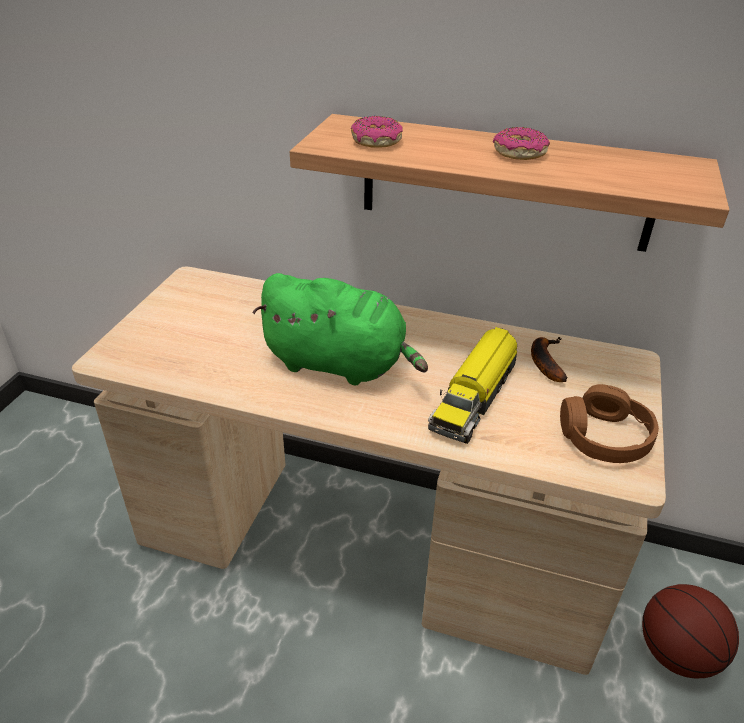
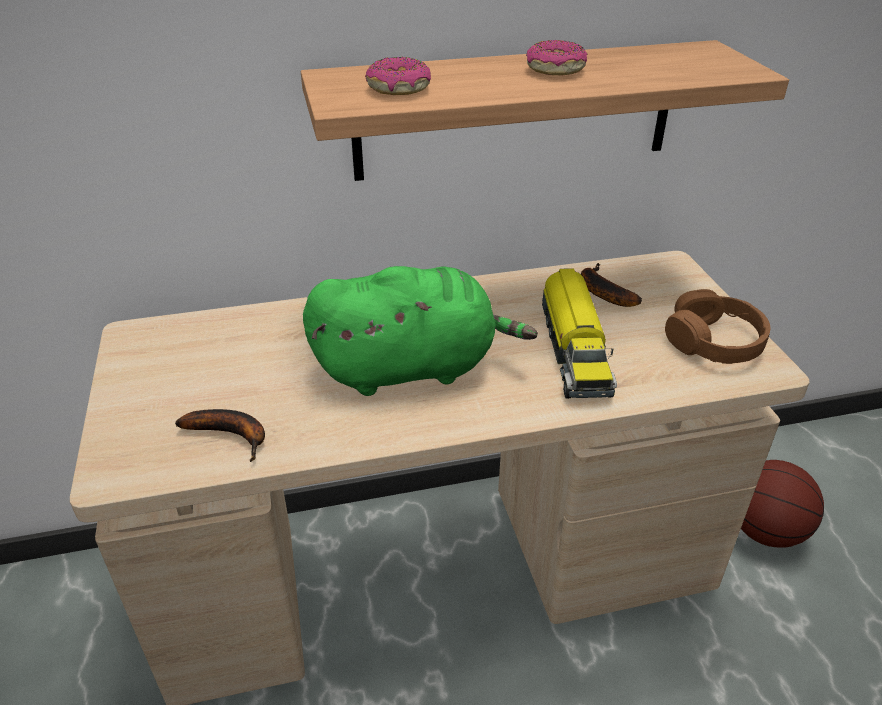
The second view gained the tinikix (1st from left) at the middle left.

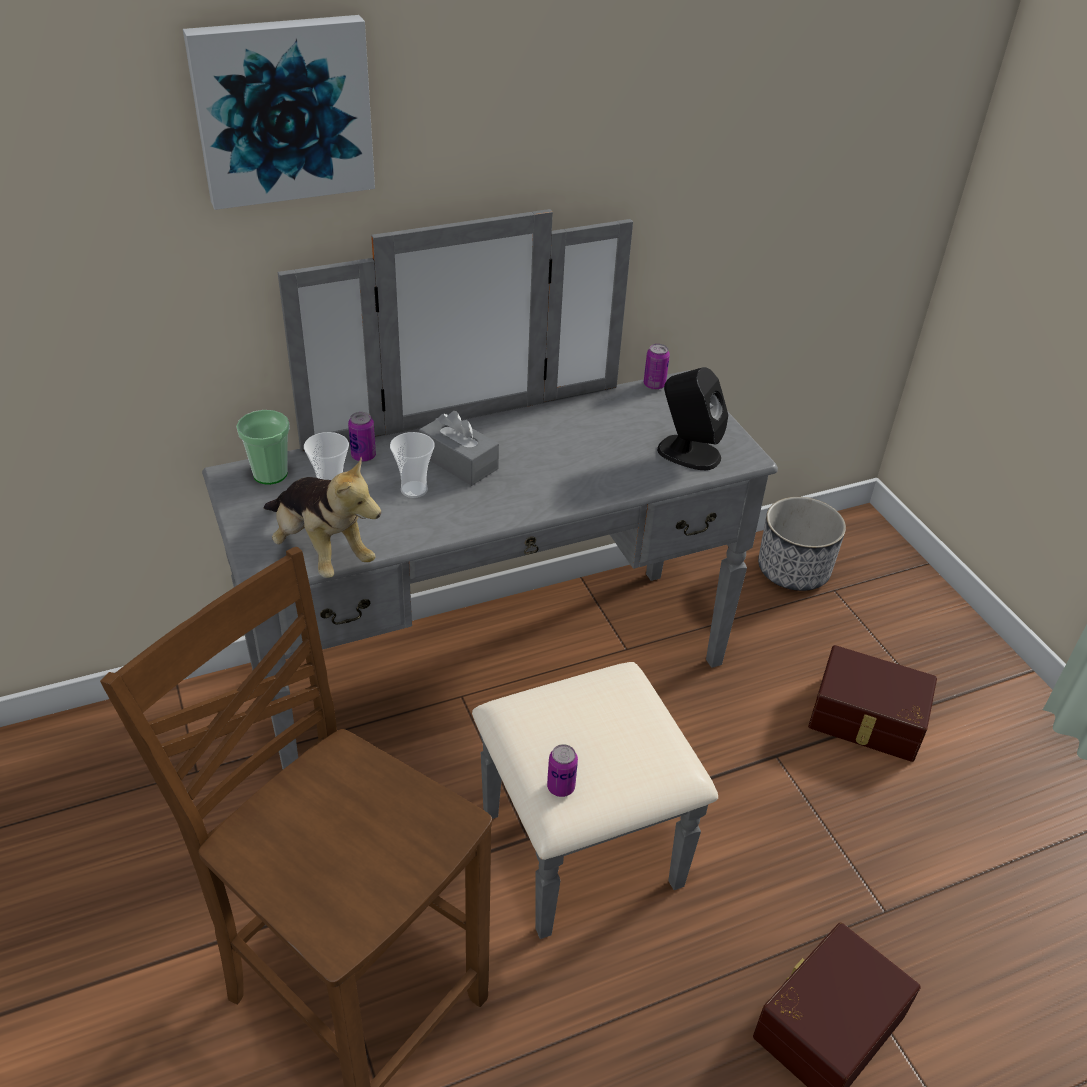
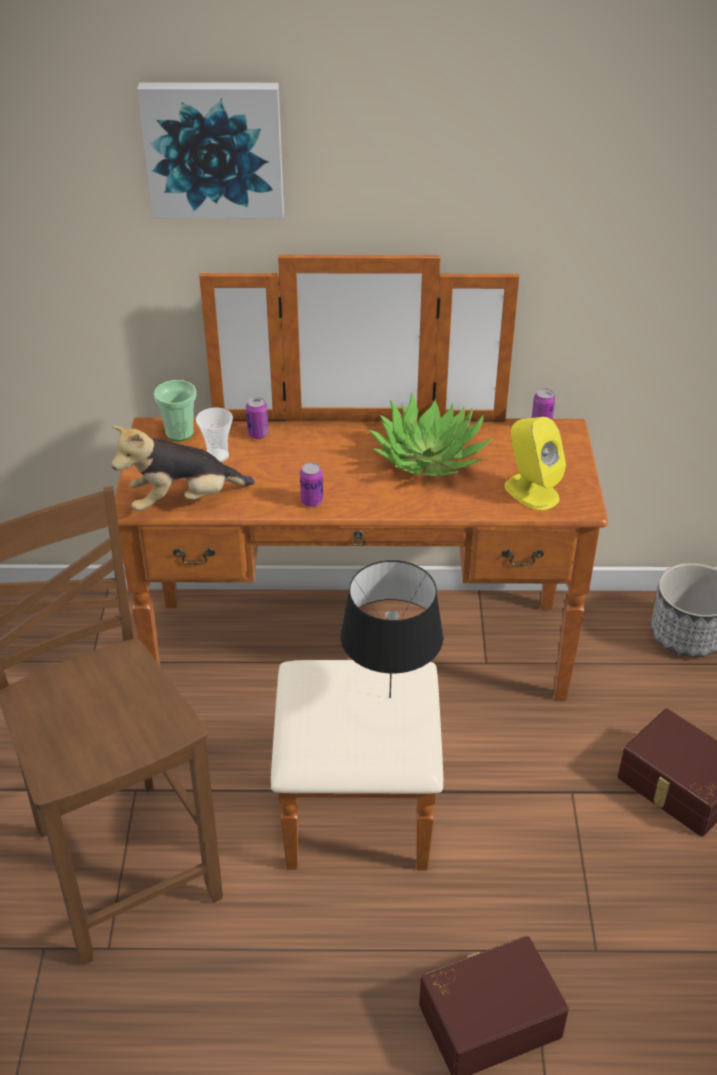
The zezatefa at the middle left ended up facing another way, 90 degrees clockwise from before. What was the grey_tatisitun at the centre turned into the brown_tatisitun at the centre. The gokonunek (2nd from left) ended up elsewhere, having gone from the bottom centre to the centre. The second view gained the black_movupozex at the centre. The second view gained the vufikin at the centre. What was the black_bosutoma at the centre turned into the yellow_bosutoma at the middle right. The second view lost the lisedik (3rd from left) at the centre. The second view lost the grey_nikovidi at the centre.

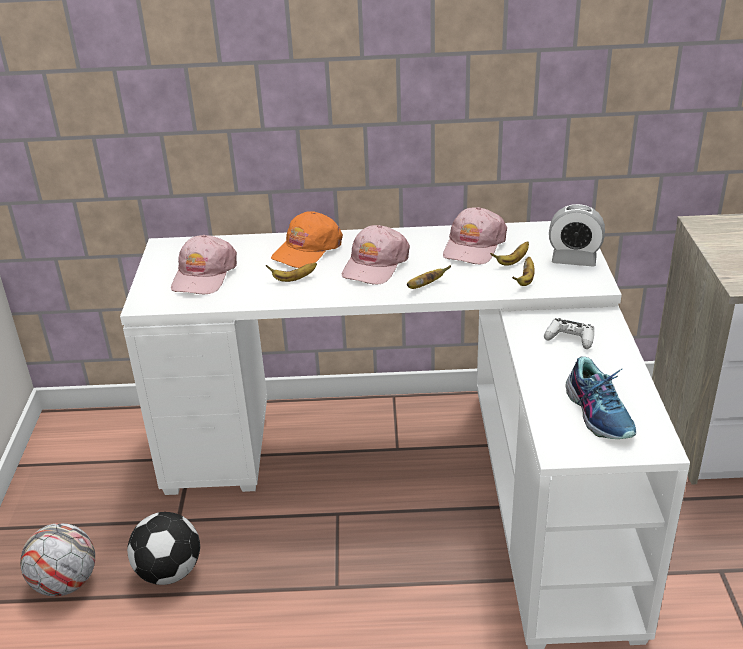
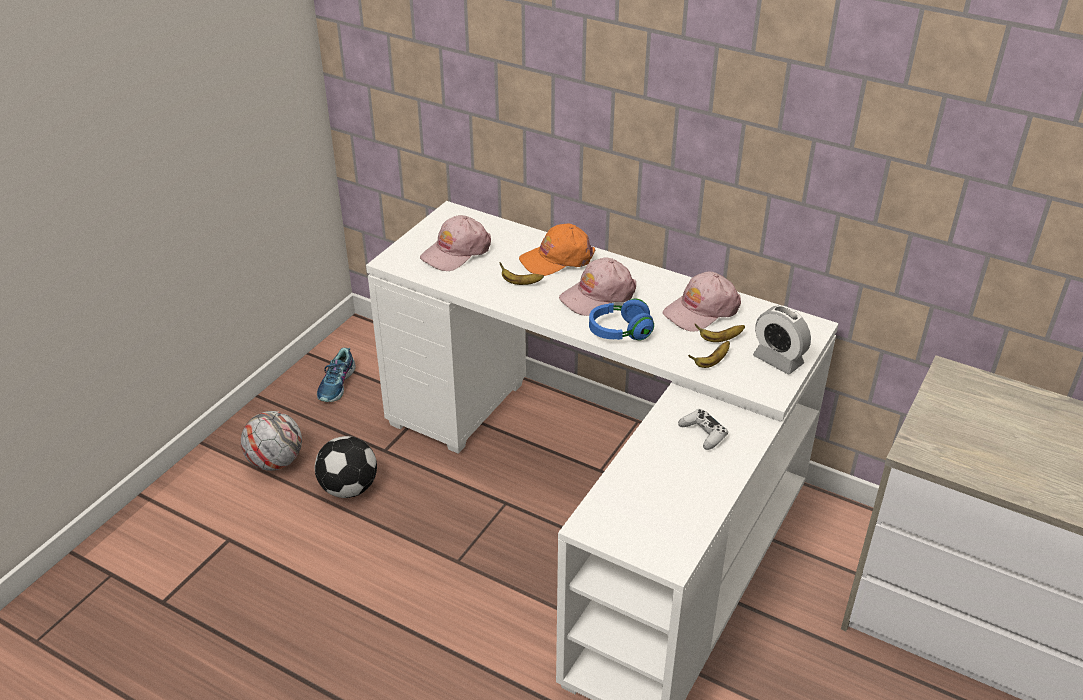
The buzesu ended up elsewhere, having gone from the middle right to the middle left. Where the tinikix (2nd from left) stood at the centre, the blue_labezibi came to stand at the centre.

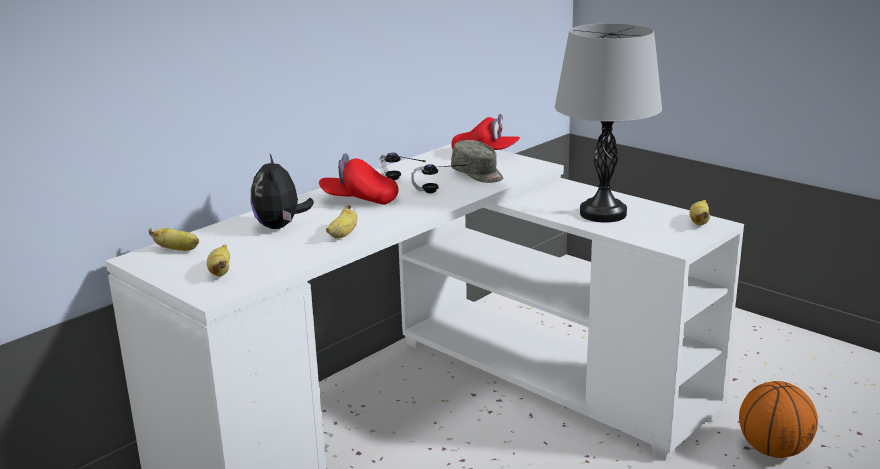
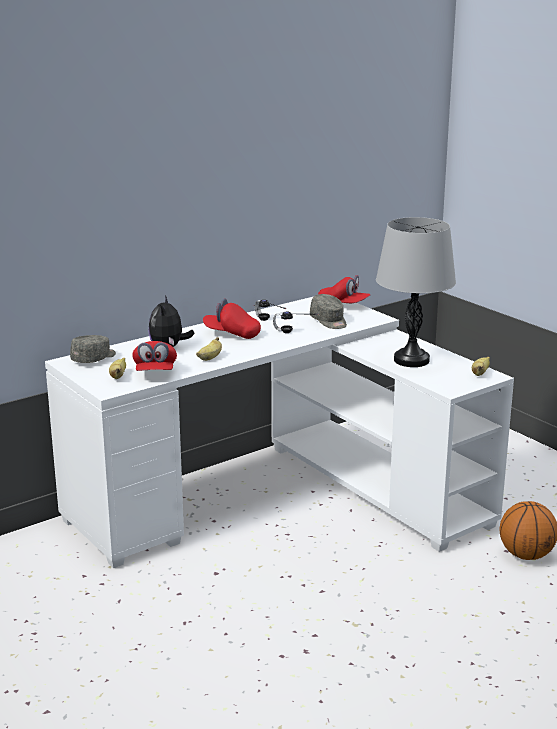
Where the tinikix (1st from left) stood at the middle left, the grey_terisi (1st from left) came to stand at the middle left. The second view gained the red_terisi (1st from left) at the middle left.

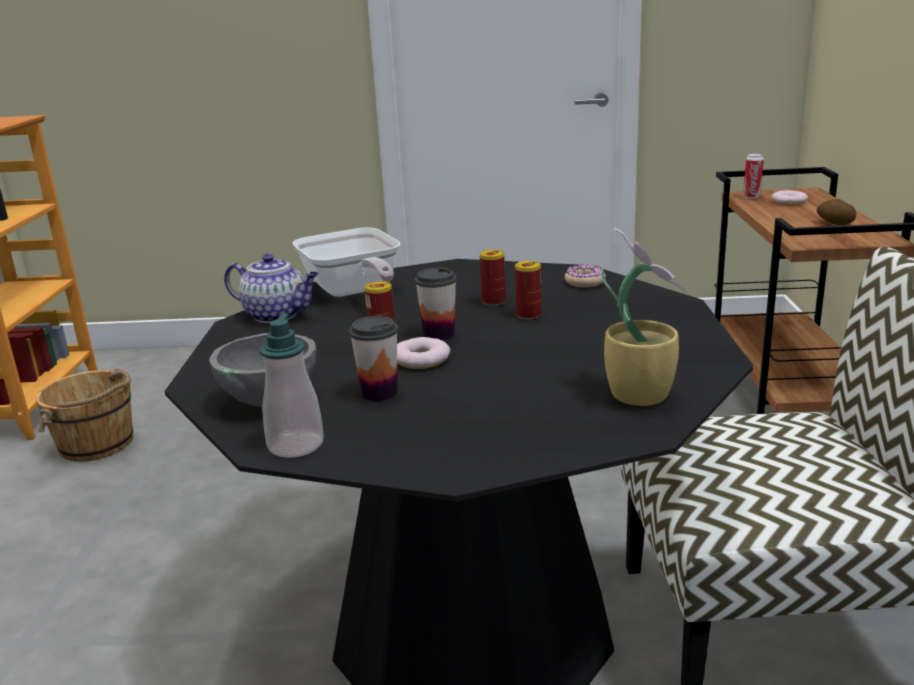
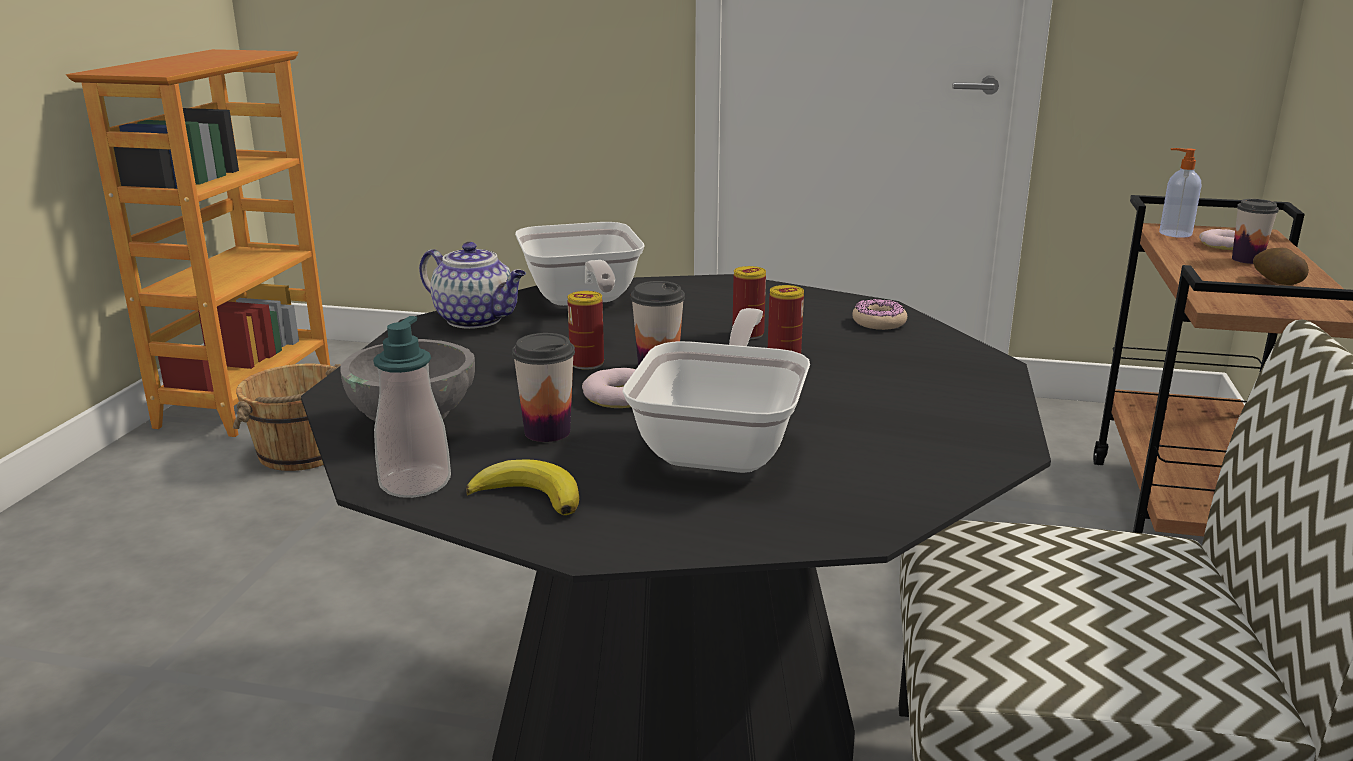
The second view gained the tinikix at the centre. The second view gained the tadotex (2nd from left) at the centre. Where the gokonunek (4th from left) stood at the top right, the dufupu (2nd from left) came to stand at the top right. The second view gained the lisedik (3rd from left) at the top right. The second view lost the vufikin at the middle right.

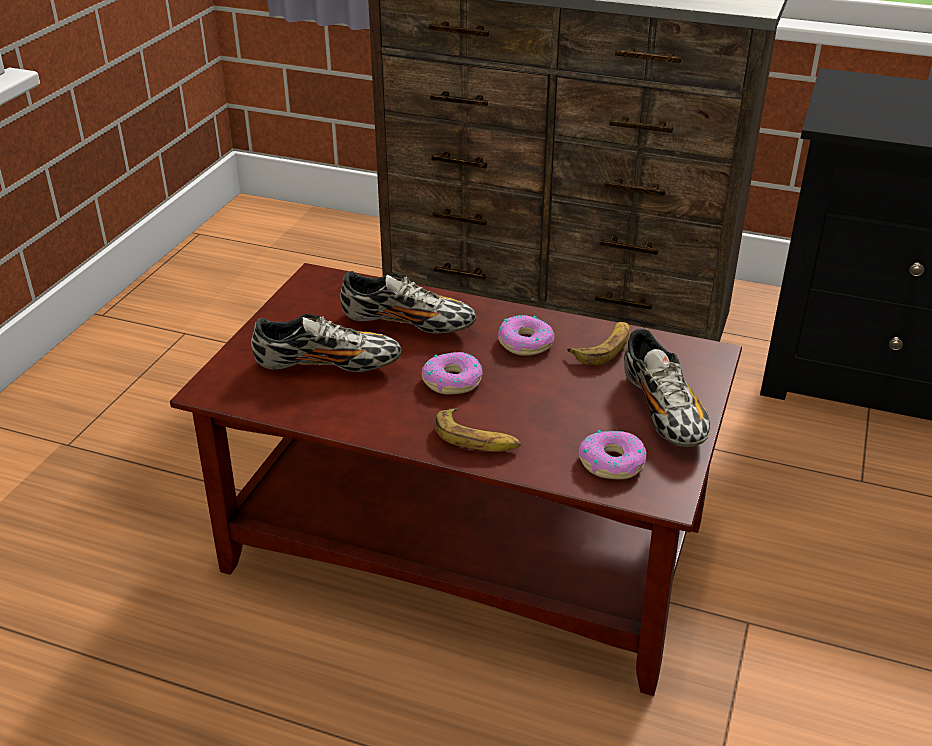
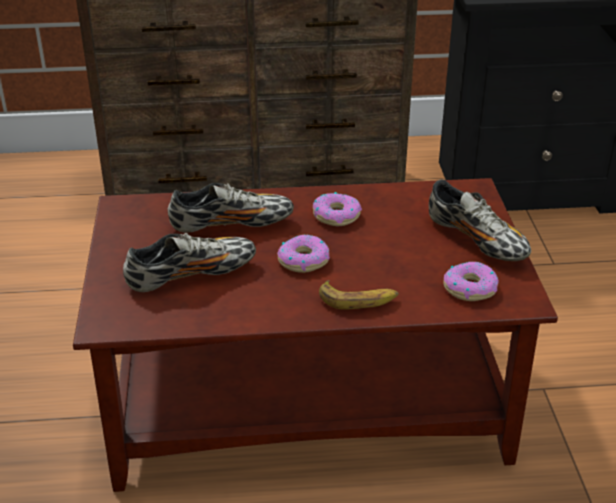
The second view lost the tinikix (2nd from left) at the centre.

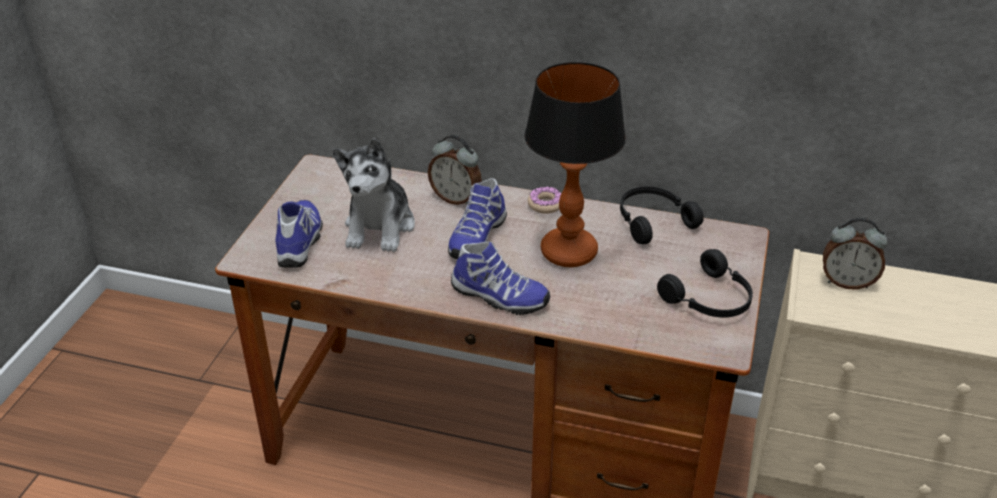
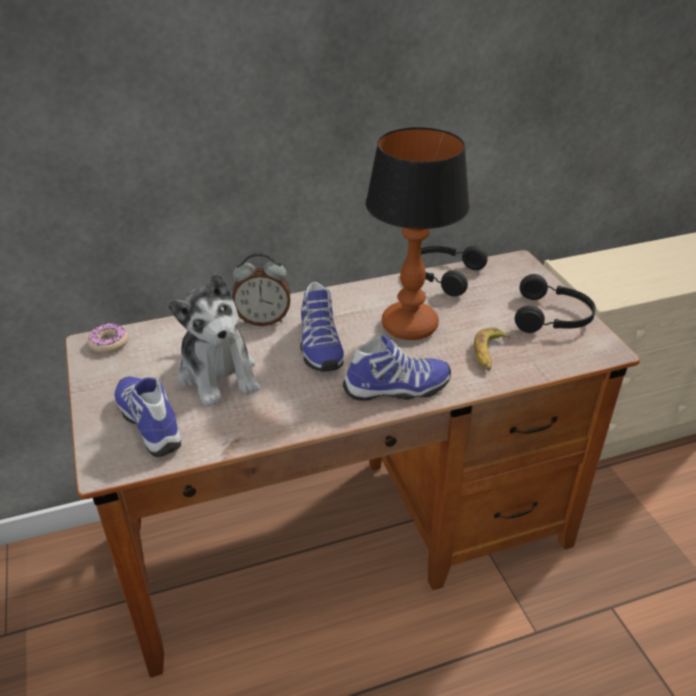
The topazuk ended up elsewhere, having gone from the centre to the middle left. The second view gained the tinikix at the middle right. The second view lost the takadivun (2nd from left) at the middle right.

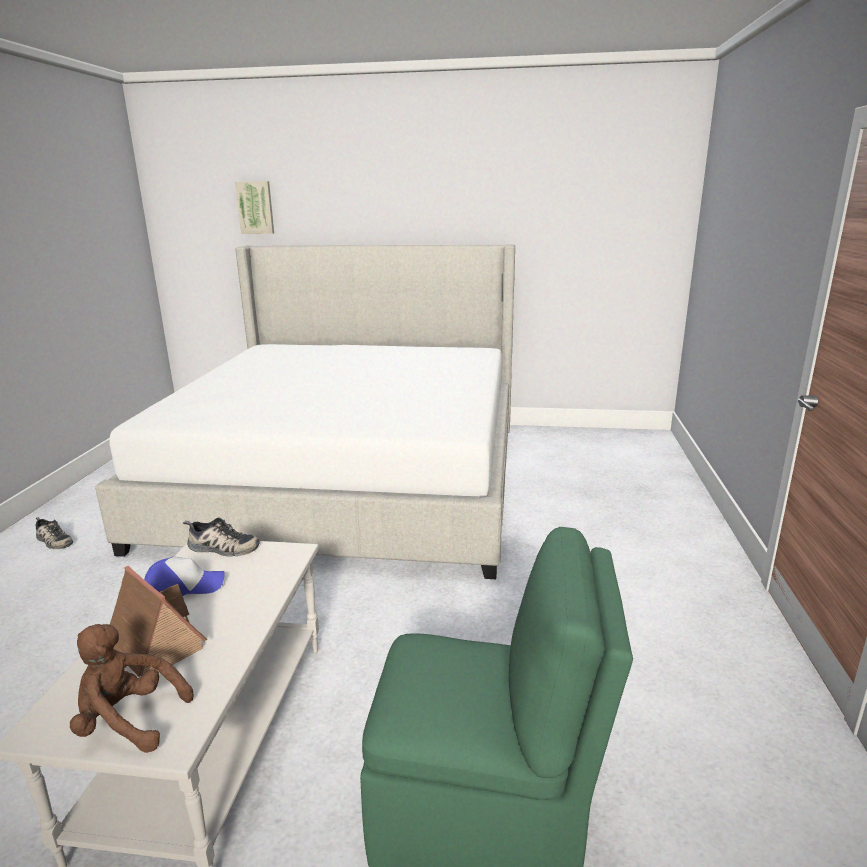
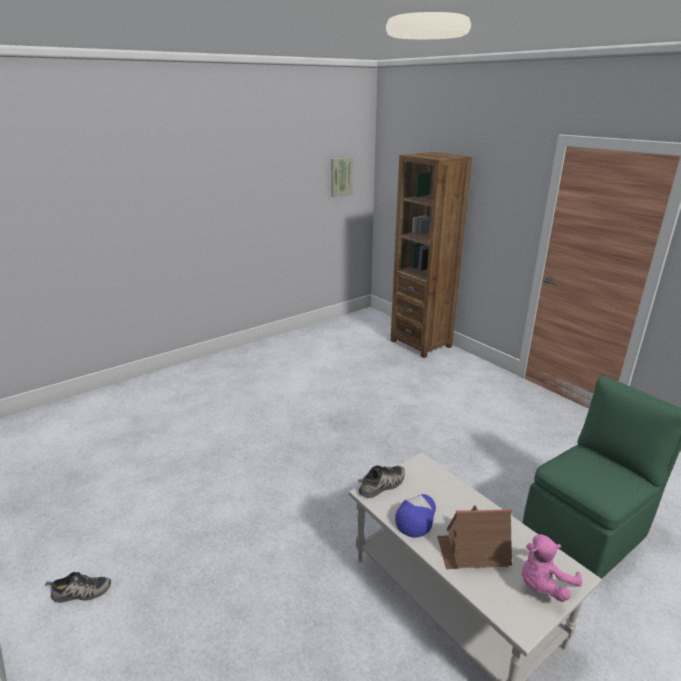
The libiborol ended up elsewhere, having gone from the top left to the top centre. The second view gained the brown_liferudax at the centre. What was the brown_zezatefa at the bottom left turned into the pink_zezatefa at the bottom right. The second view lost the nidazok at the centre.

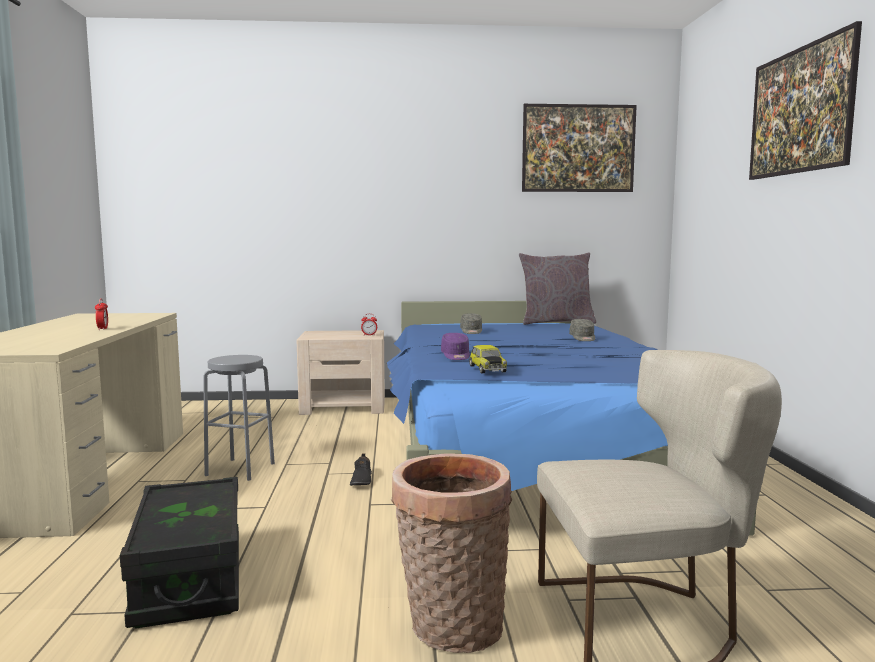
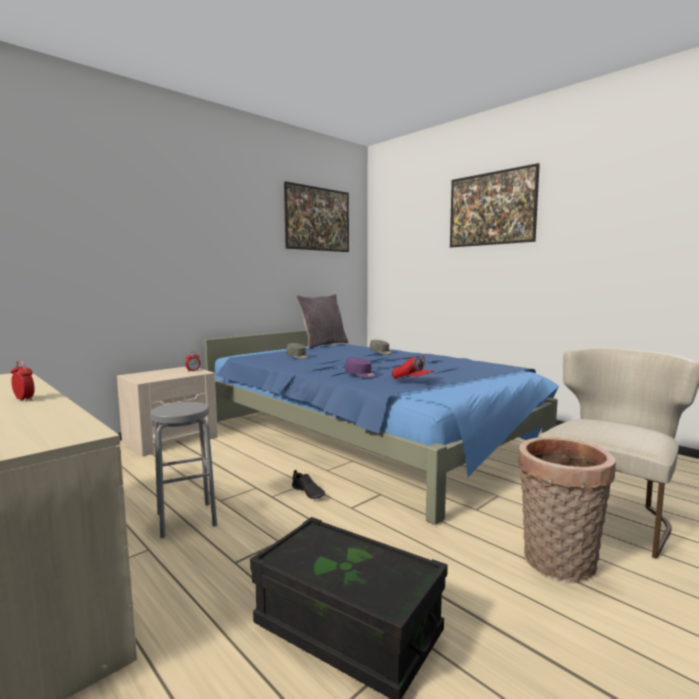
Where the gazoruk stood at the centre, the red_terisi came to stand at the centre.

